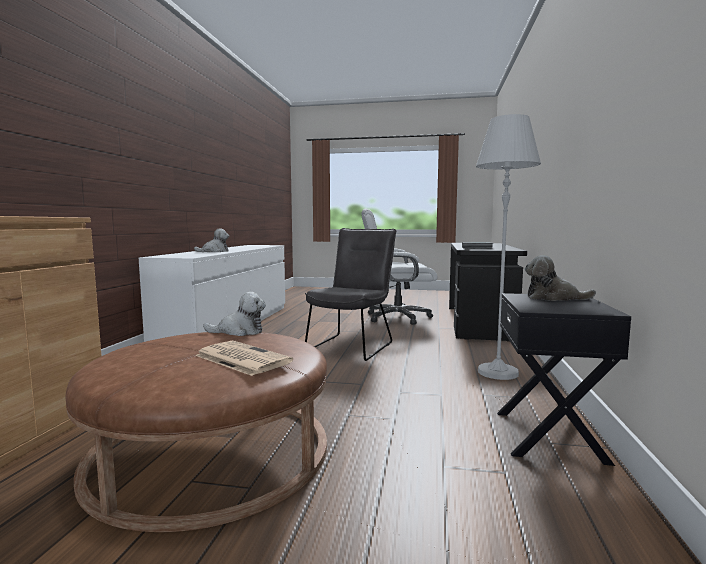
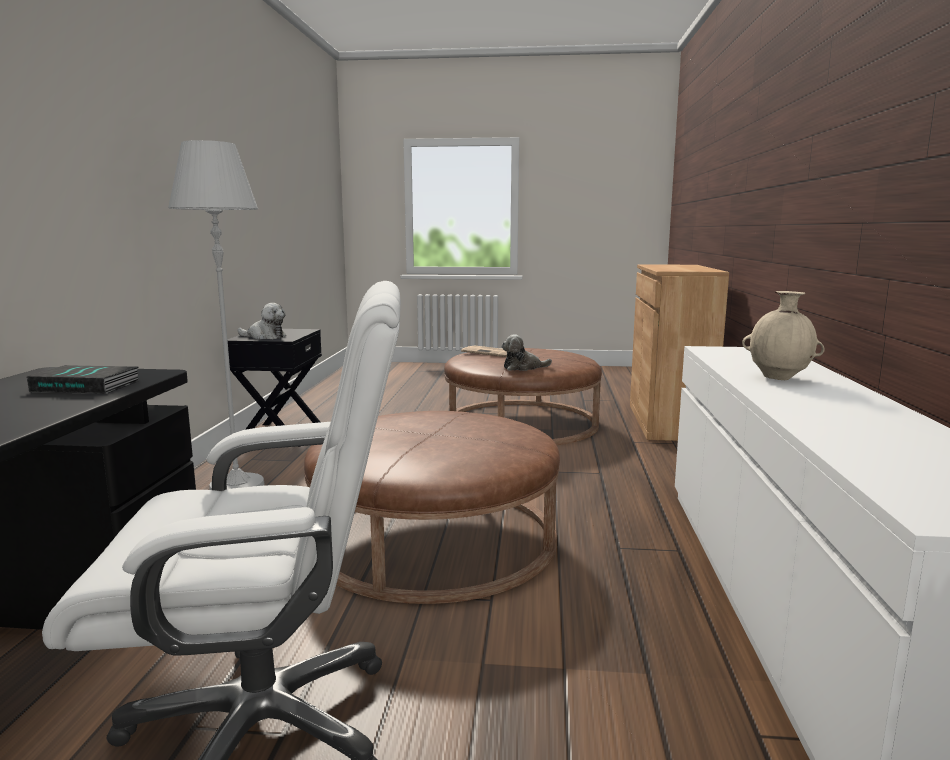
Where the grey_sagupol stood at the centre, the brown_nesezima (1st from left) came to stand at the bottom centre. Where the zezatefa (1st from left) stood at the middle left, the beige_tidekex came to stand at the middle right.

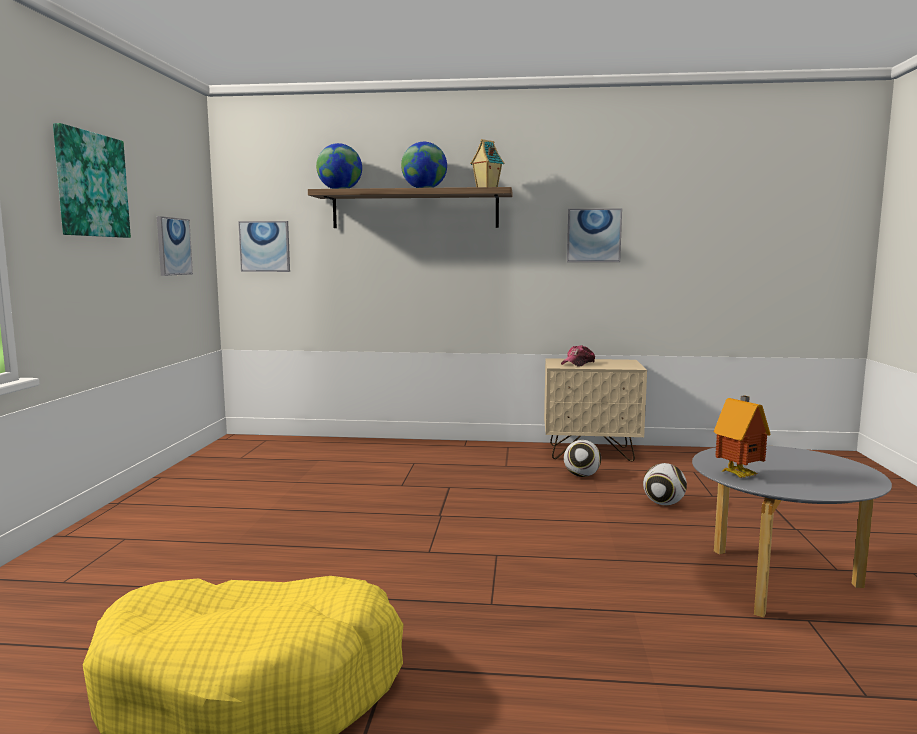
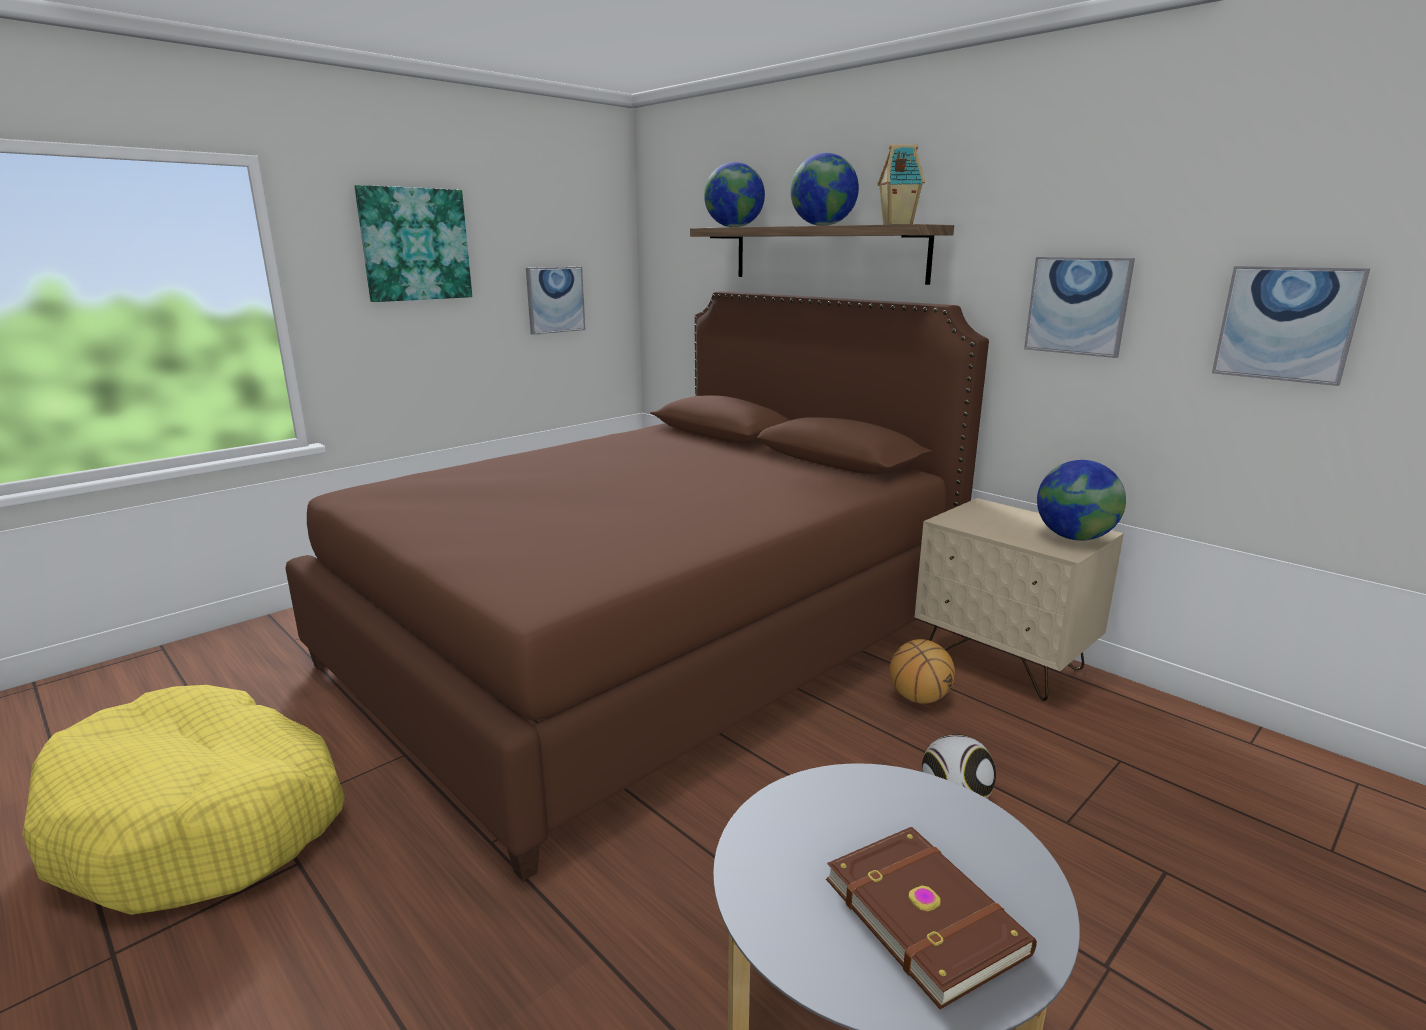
The second view gained the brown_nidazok at the centre. The second view gained the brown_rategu at the bottom centre. Where the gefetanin (1st from left) stood at the centre, the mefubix came to stand at the centre. The second view gained the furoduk (3rd from left) at the middle right. The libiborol (3rd from left in the first image) ended up elsewhere, having gone from the middle left to the top right. The second view lost the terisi at the centre. The second view lost the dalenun (2nd from left) at the middle right.

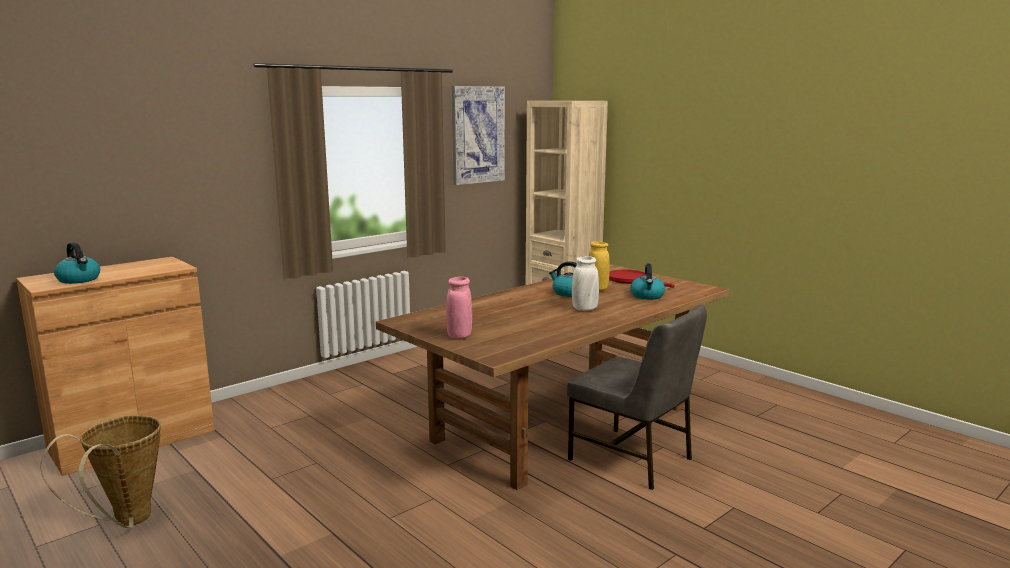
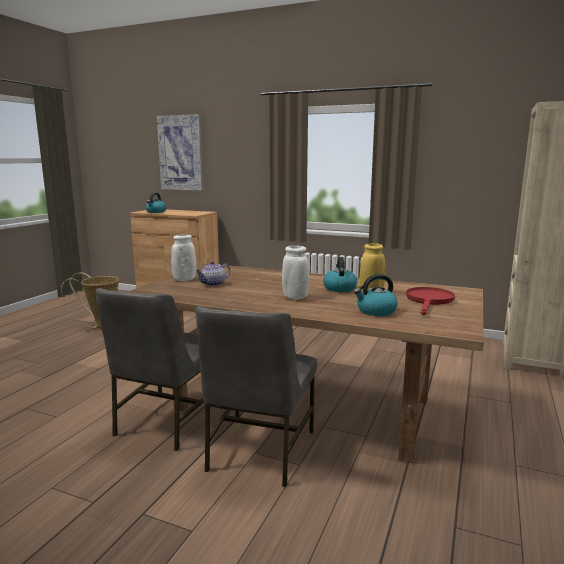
The second view gained the grey_sagupol (1st from left) at the middle left. The libiborol ended up elsewhere, having gone from the top centre to the top left. What was the pink_tidekex at the centre turned into the white_tidekex (1st from left) at the middle left. The second view gained the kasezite at the centre.

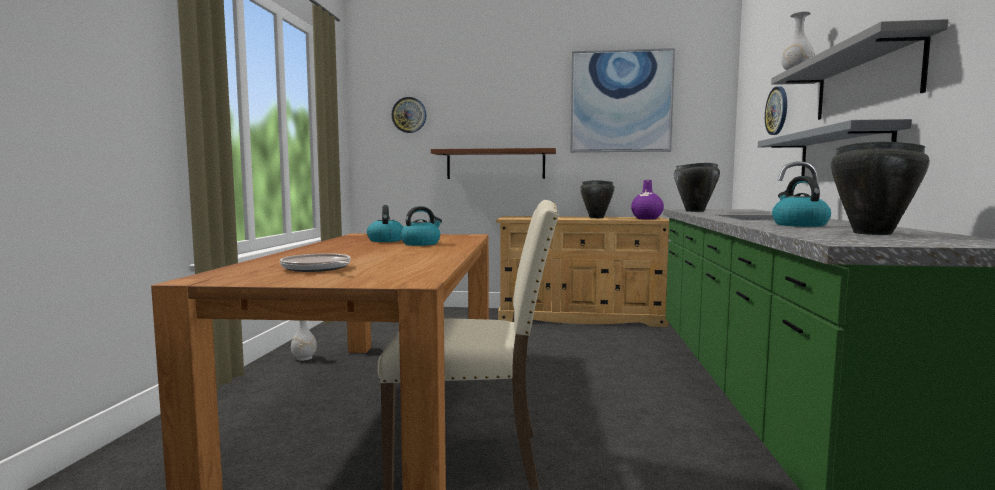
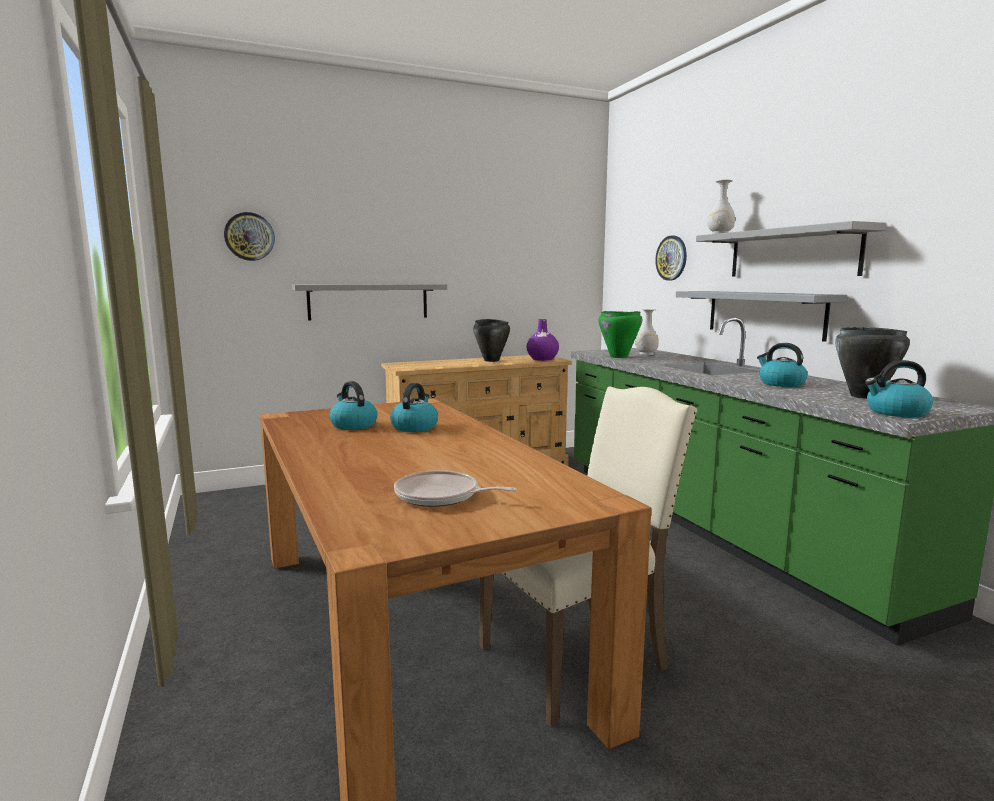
What was the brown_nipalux at the top centre turned into the grey_nipalux (1st from left) at the centre. What was the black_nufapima (2nd from left) at the middle right turned into the green_nufapima at the centre. The white_tidekex (1st from left) ended up elsewhere, having gone from the bottom left to the centre. The second view gained the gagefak (4th from left) at the middle right. The second view lost the libiborol at the top centre.

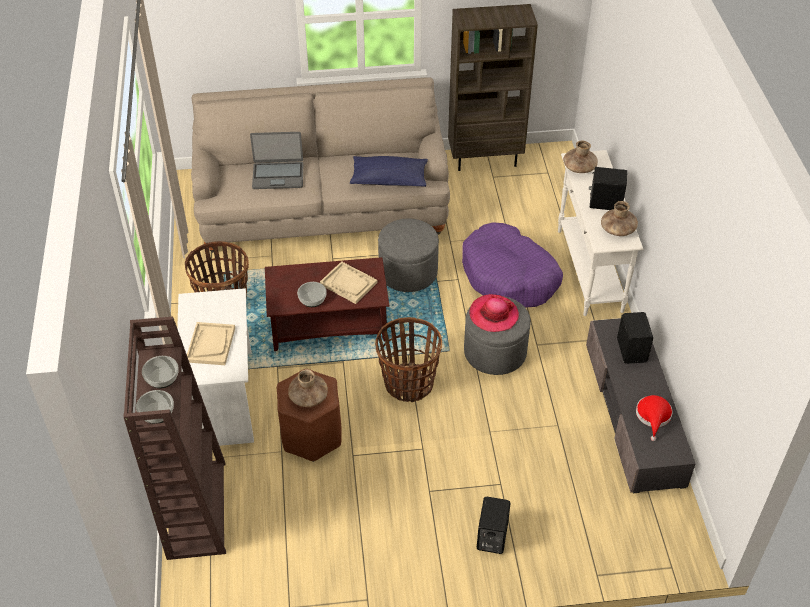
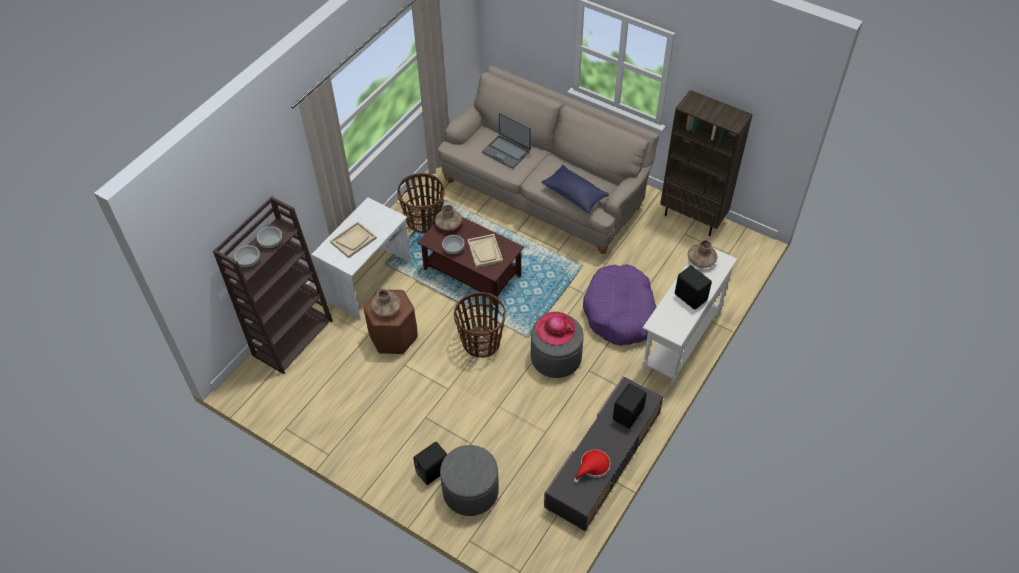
The brown_tidekex (3rd from left in the first image) ended up elsewhere, having gone from the middle right to the centre. The grey_nesezima (1st from left) ended up elsewhere, having gone from the centre to the bottom centre.

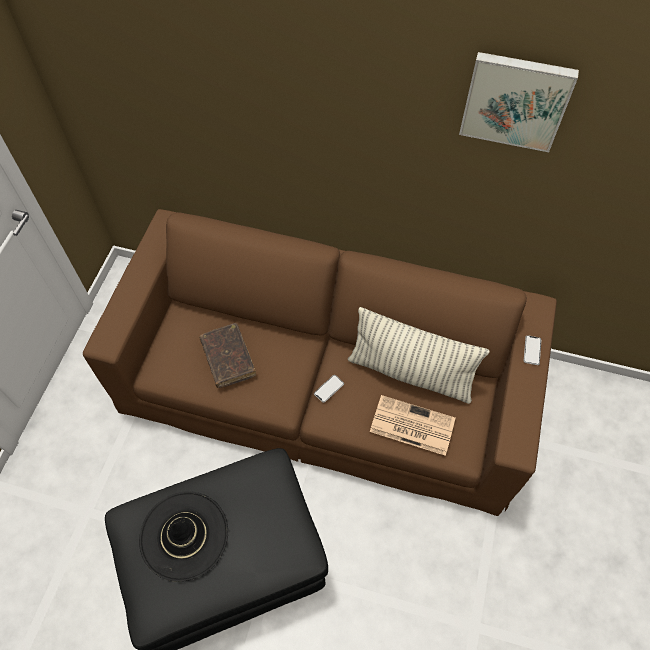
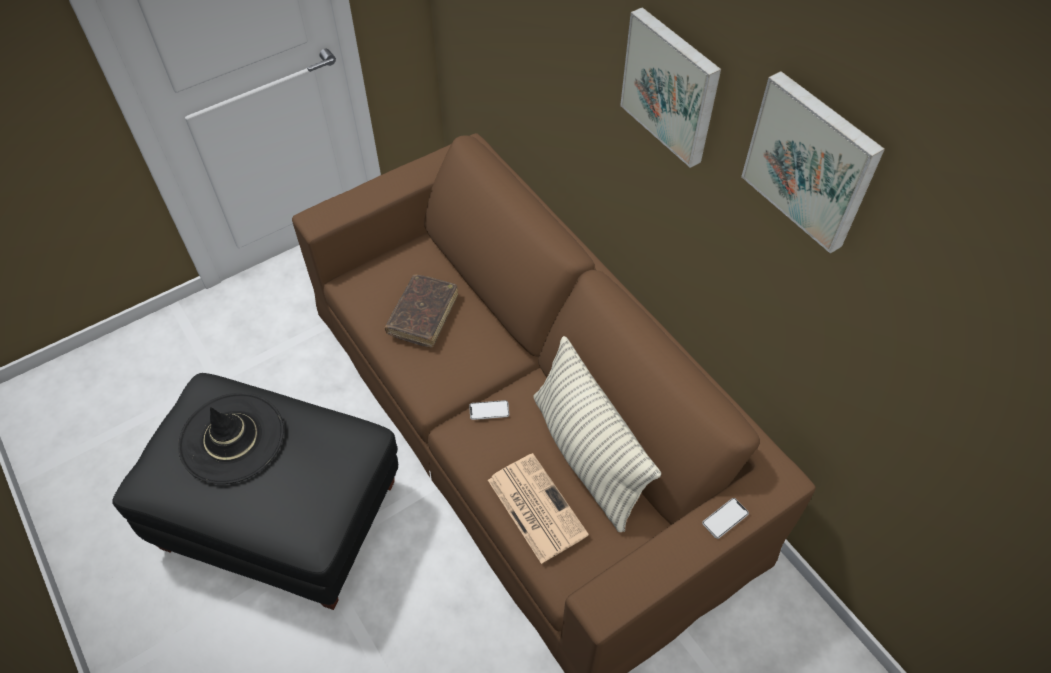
The second view gained the libiborol (1st from left) at the top centre.

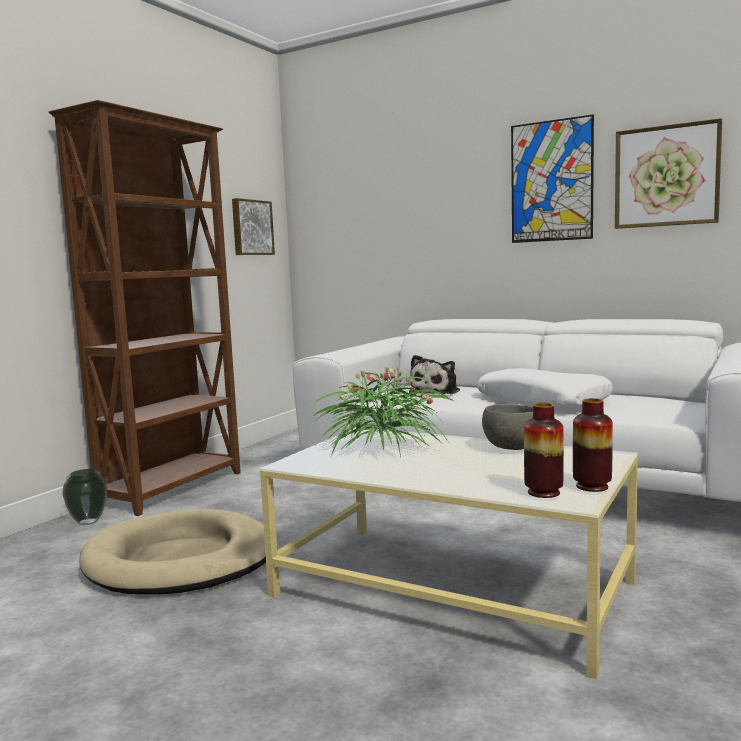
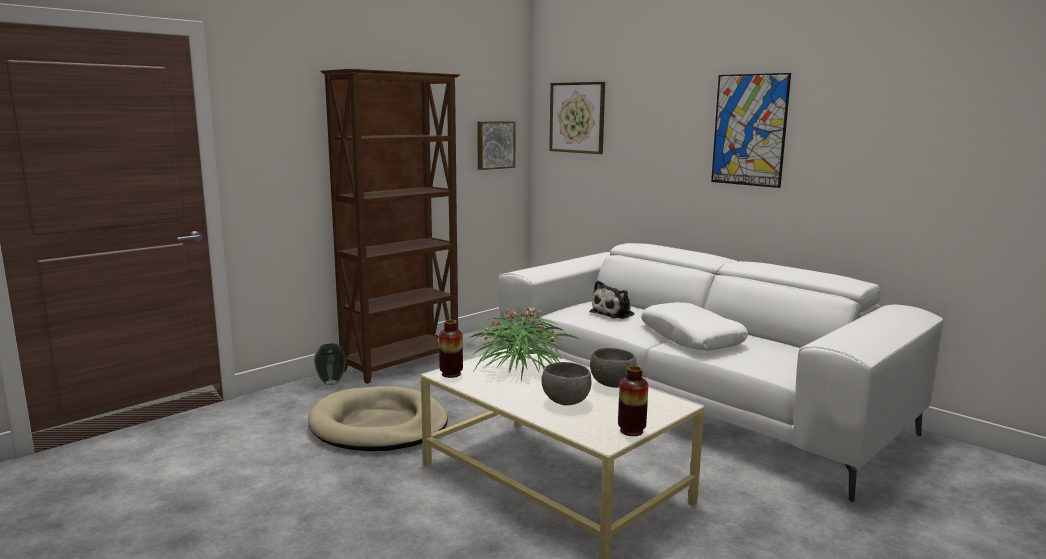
The tidekex (2nd from left) ended up elsewhere, having gone from the middle right to the centre. The second view gained the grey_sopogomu (1st from left) at the bottom centre. The libiborol (3rd from left in the first image) ended up elsewhere, having gone from the top right to the top centre.

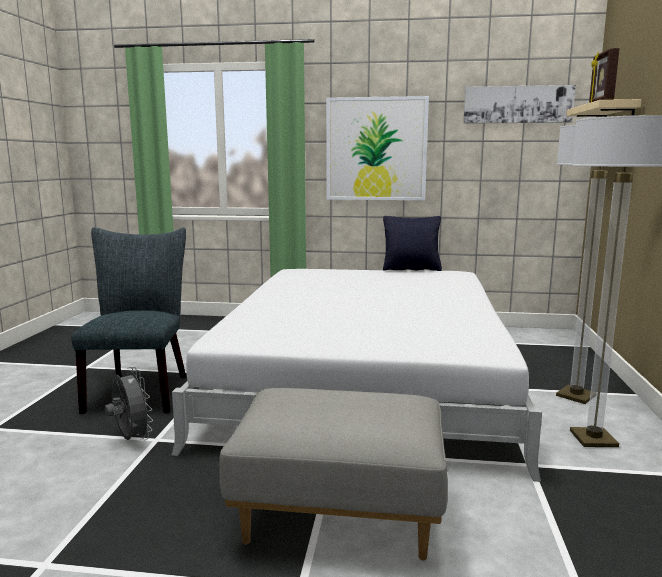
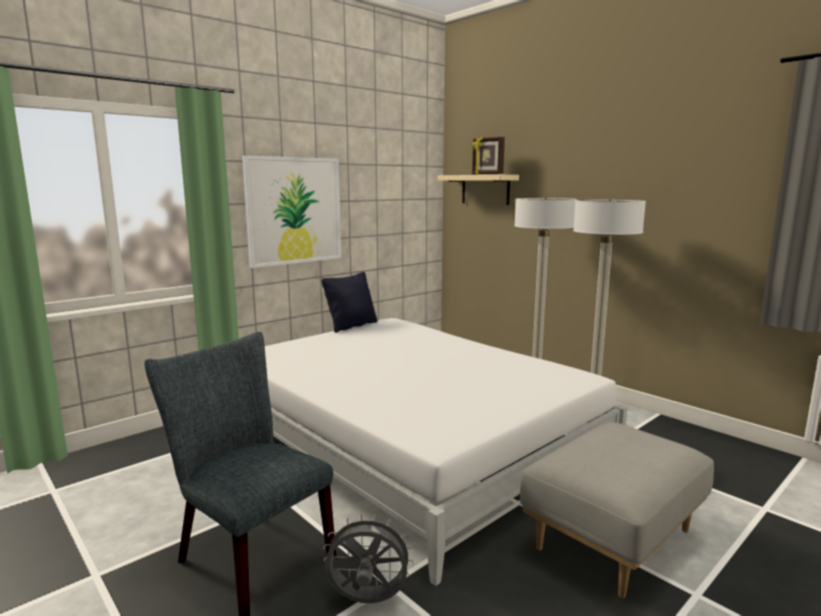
The second view lost the libiborol (2nd from left) at the top right.

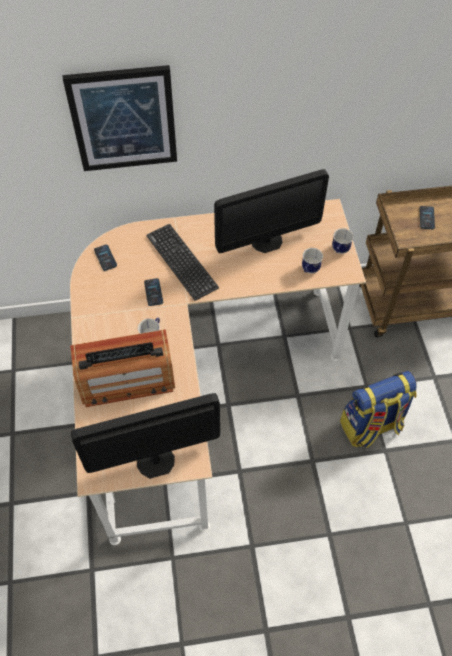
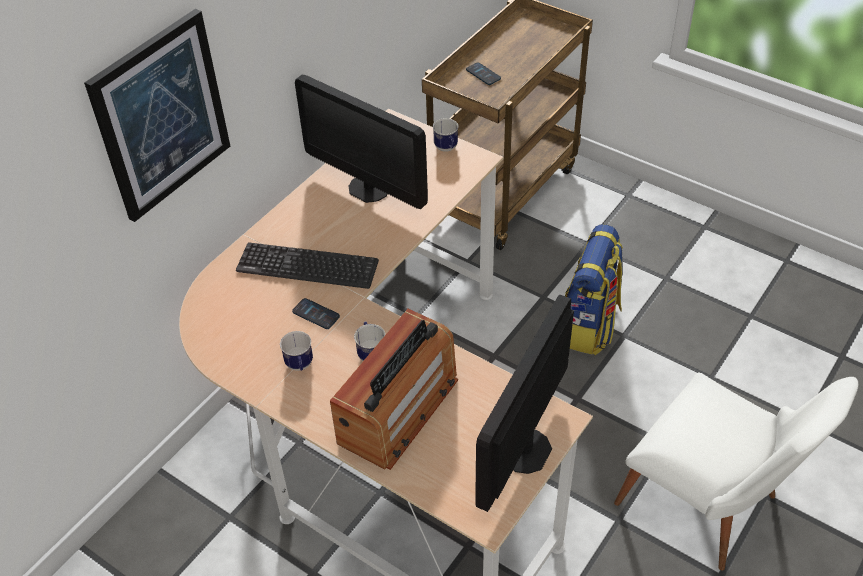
The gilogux (2nd from left in the first image) ended up elsewhere, having gone from the middle right to the centre. The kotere (2nd from left in the first image) at the top centre ended up facing another way, 105 degrees clockwise from before. The second view gained the white_sagupol at the bottom right. The second view lost the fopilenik (1st from left) at the middle left.

